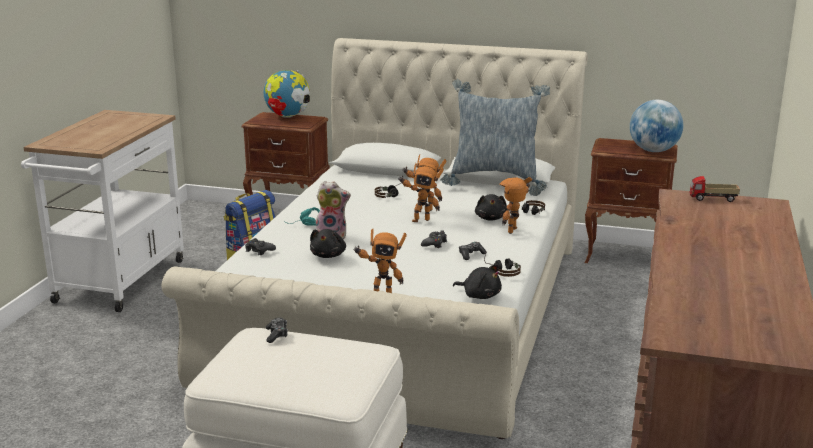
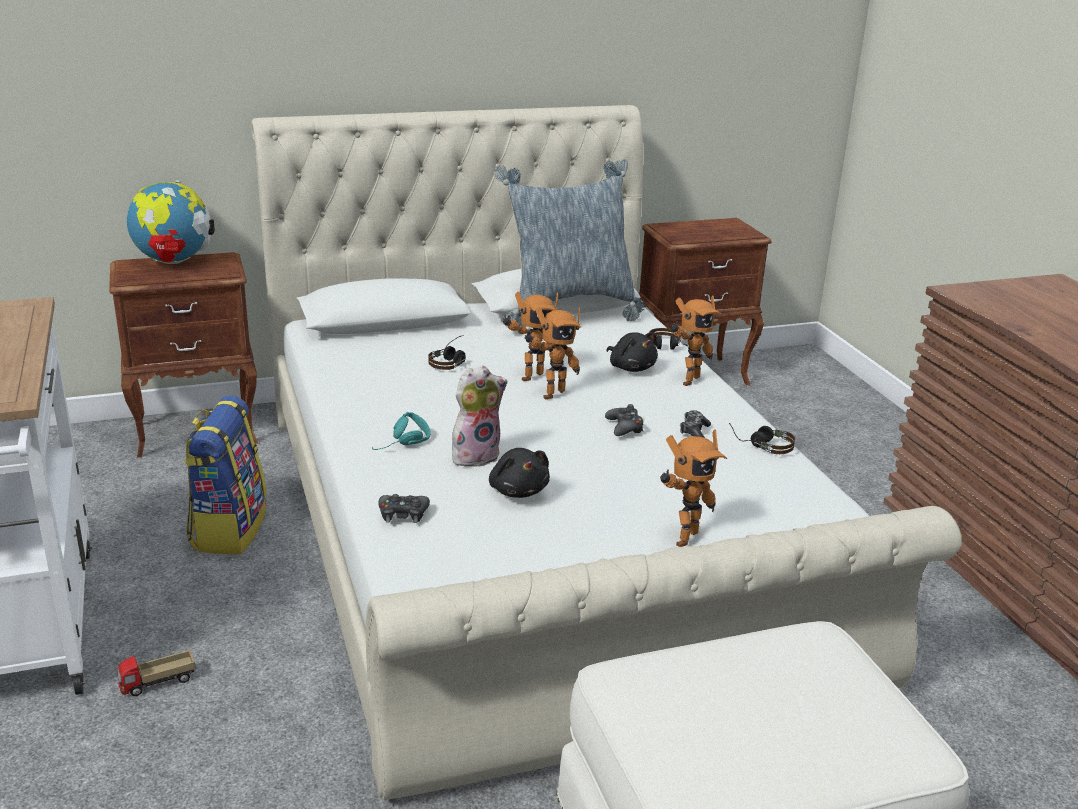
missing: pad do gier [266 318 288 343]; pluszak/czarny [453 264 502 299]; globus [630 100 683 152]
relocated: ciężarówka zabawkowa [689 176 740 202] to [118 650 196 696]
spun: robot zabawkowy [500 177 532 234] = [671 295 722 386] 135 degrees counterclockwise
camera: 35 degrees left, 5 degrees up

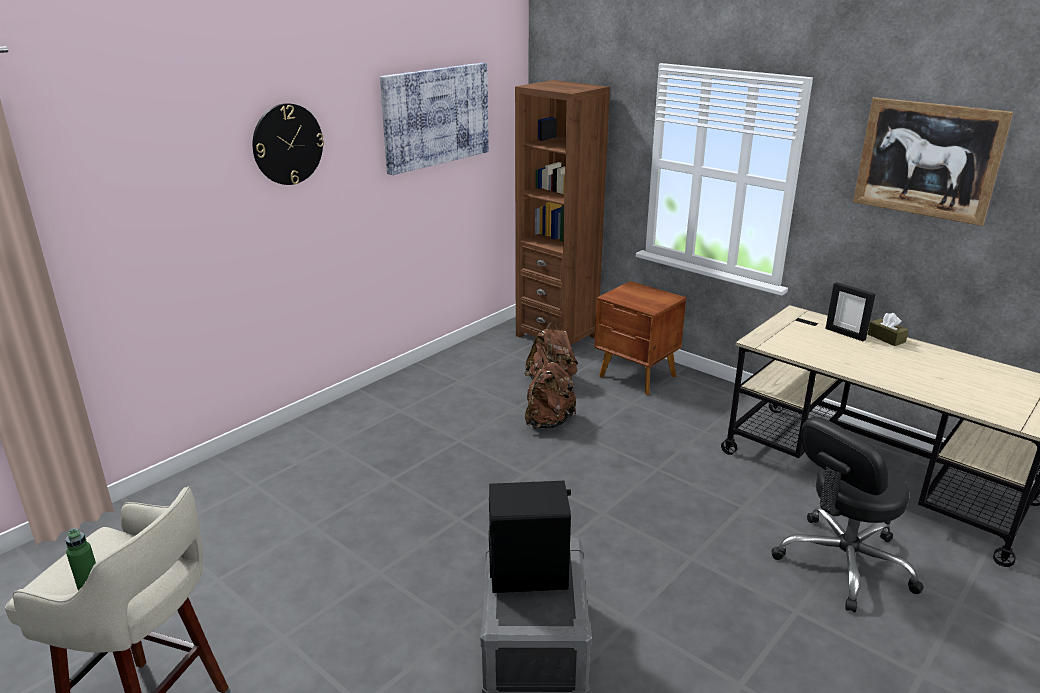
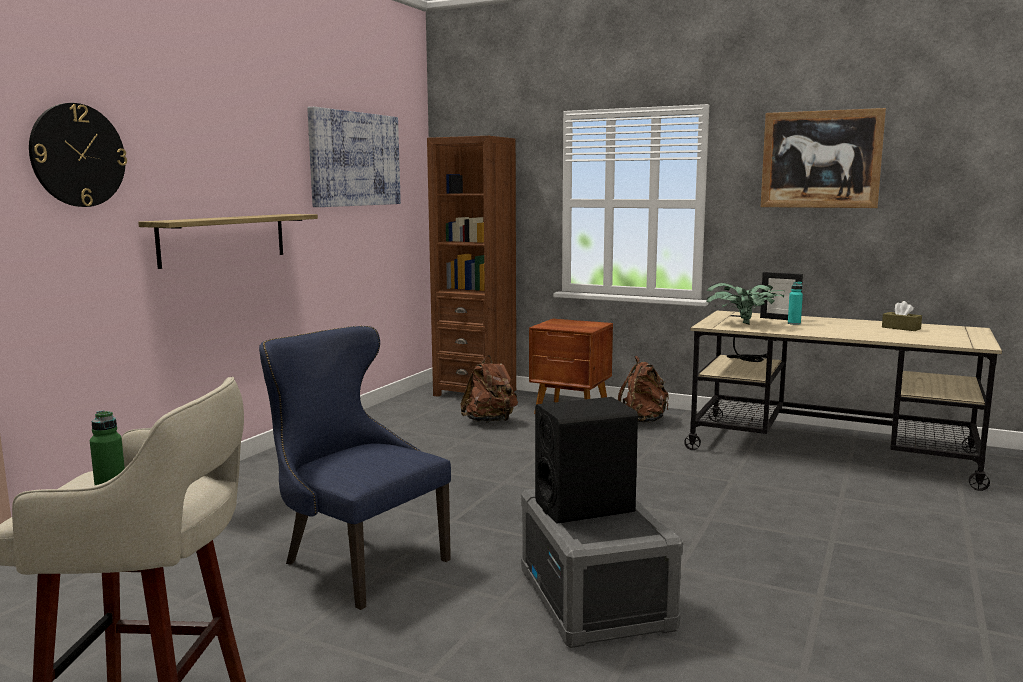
missing: krzesło biurowe/czarny [771 417 923 612]
appeared: półka [138 214 318 269]; krzesło/niebieski [259 326 451 610]; roślina doniczkowa [706 283 786 325]; butelka/turkusowy [788 282 803 325]
relocated: zegar ścienny [253 103 324 185] to [29 103 127 207]; plecak/brązowy [525 358 576 429] to [618 356 669 423]; pudełko chusteczek/brązowy [868 313 909 346] to [882 301 922 331]
camera: 15 degrees left, 15 degrees down

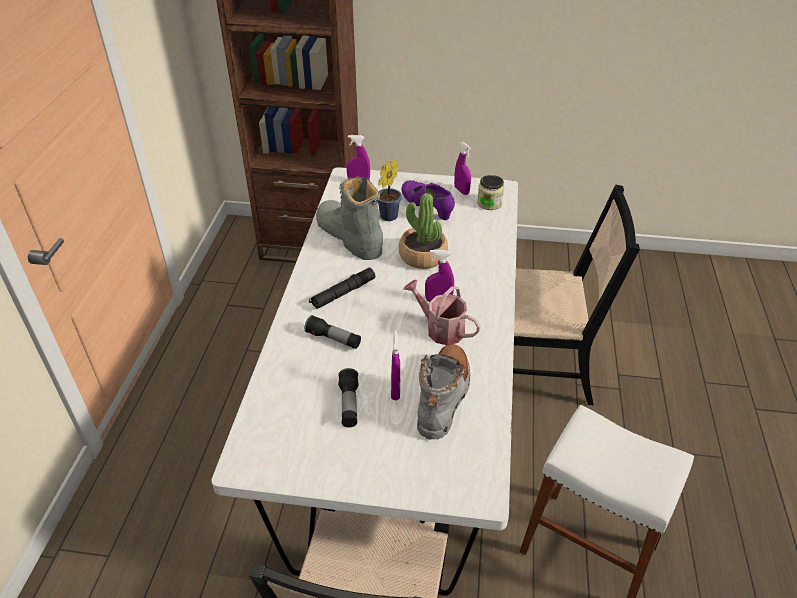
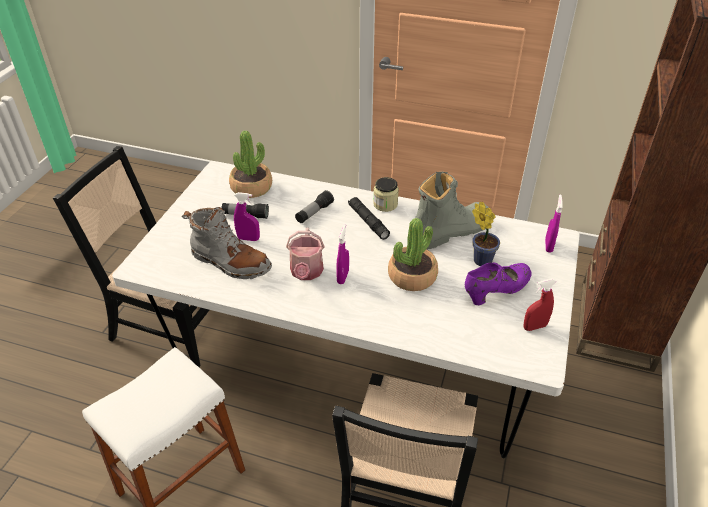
appeared: roślina doniczkowa [229 131 272 198]
relocated: słoik [477 175 504 210] to [373 177 399 212]
colour: spryskiwacz/fioletowy [454 142 471 195] to spryskiwacz/czerwony [523 278 557 331]
spun: konewka [403 280 481 345] = [286 228 324 280] 135 degrees clockwise
camera: 100 degrees right, 0 degrees up

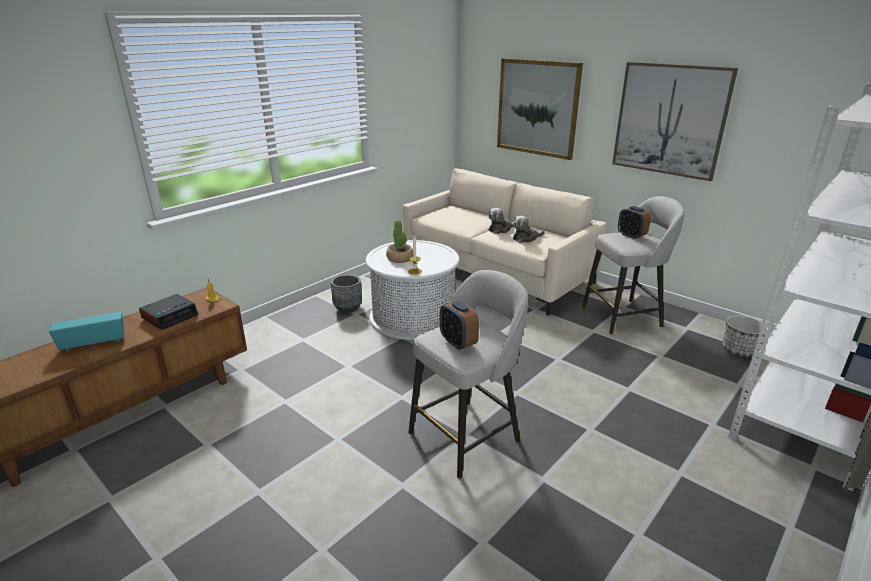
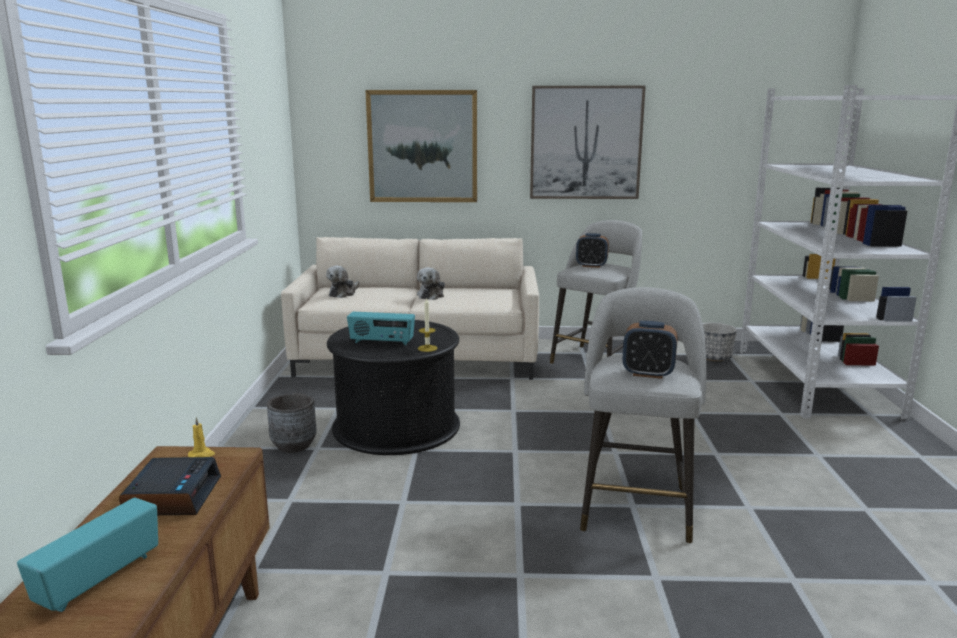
relocated: pluszak [513 216 545 243] to [326 265 359 298]
exchanged: roślina doniczkowa [386 220 413 263] to radio [347 312 415 346]
colour: ława/biały [366 240 459 340] to ława/czarny [327 320 460 455]
camera: 40 degrees left, 10 degrees down

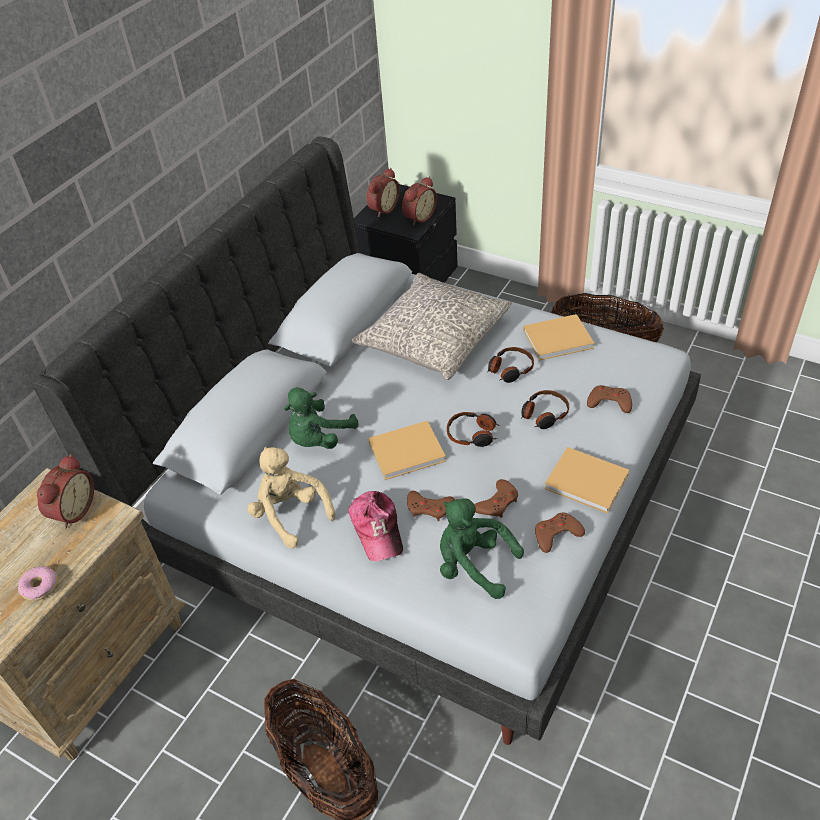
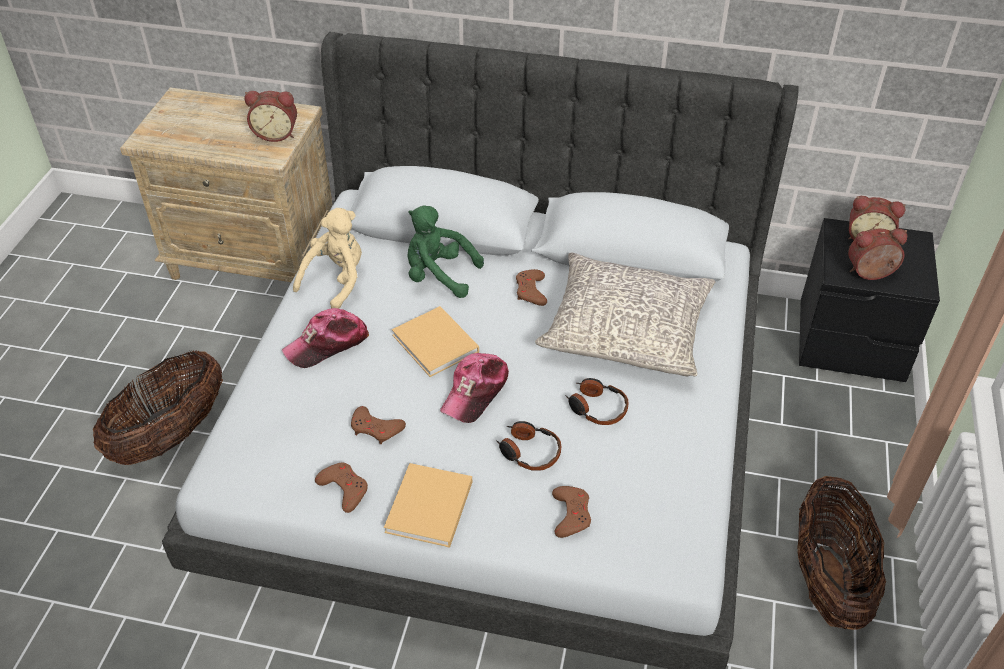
missing: donut [18 566 58 601]; pluszak/zielony [440 498 524 599]; książka/beżowy [523 314 594 361]
relocated: pad do gier/brązowy [407 491 455 521] to [516 269 547 306]
exchanged: słuchawki [447 412 500 447] to czapka z daszkiem [440 353 509 423]
spun: budzik [402 177 437 225] = [848 228 907 280] 150 degrees clockwise
camera: 70 degrees right, 0 degrees up

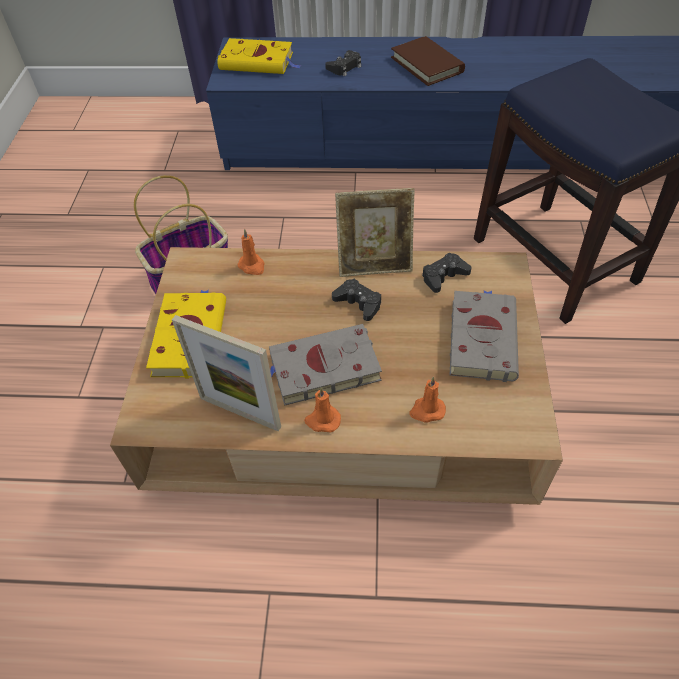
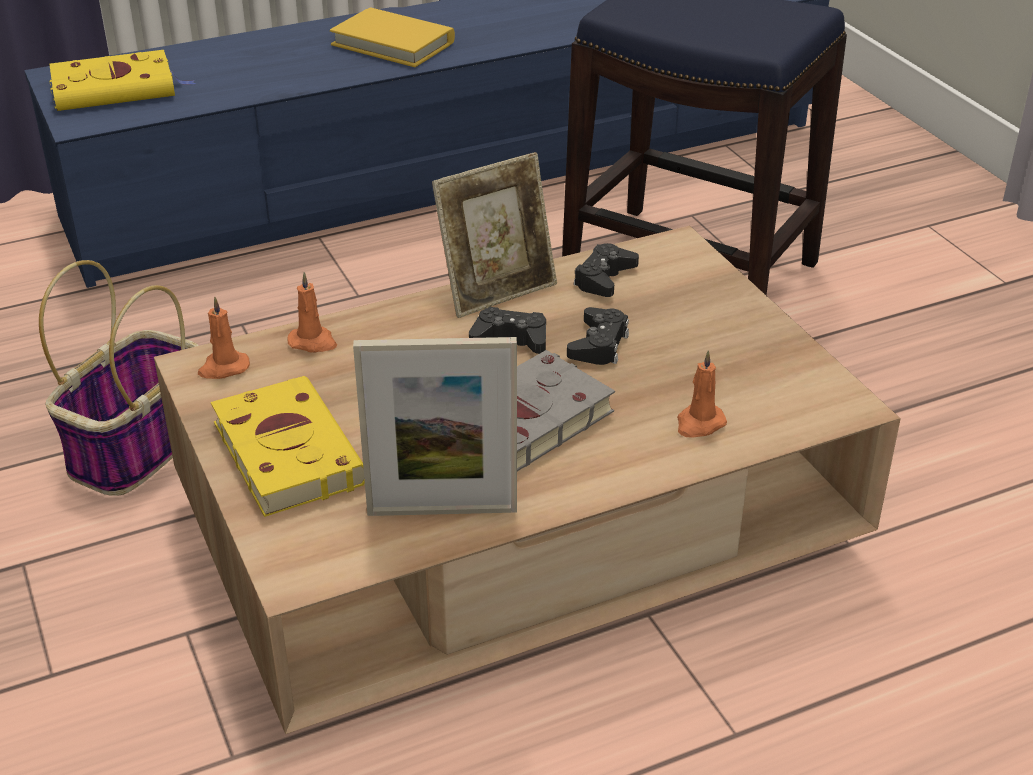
missing: książka/szary [450 290 519 382]
relocated: świeca/pomarańczowy [304 388 341 432] to [198 297 250 379]; pad do gier/czarny [325 50 361 76] to [567 307 629 365]
colour: książka/brązowy [391 36 465 86] to książka/żółty [330 7 455 67]
camera: 30 degrees left, 15 degrees down

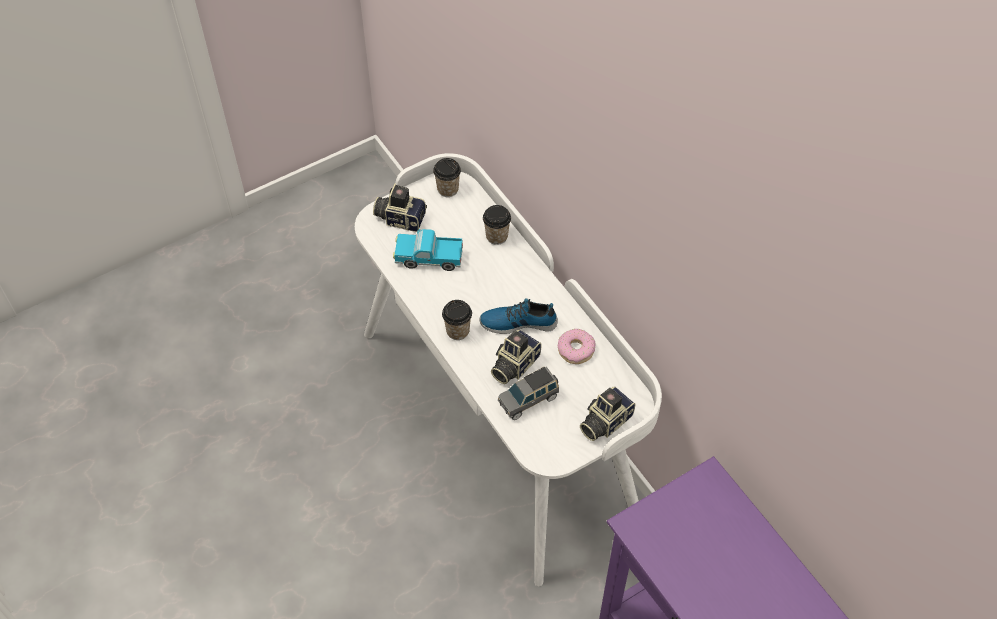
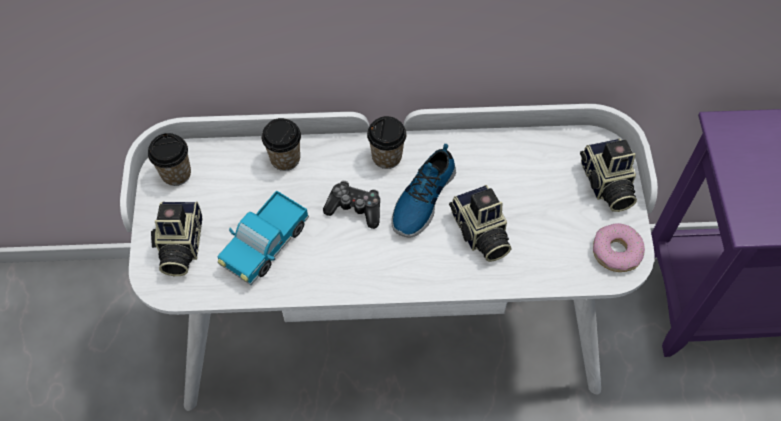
missing: samochodzik/szary [498 367 559 420]
appeared: pad do gier [323 181 380 229]
relocated: filiżanka [442 300 472 340] to [367 116 407 169]; donut [558 329 595 364] to [593 223 645 272]
spun: aparat fotograficzny [373 183 427 232] = [151 201 202 276] 45 degrees counterclockwise
camera: 60 degrees left, 5 degrees up

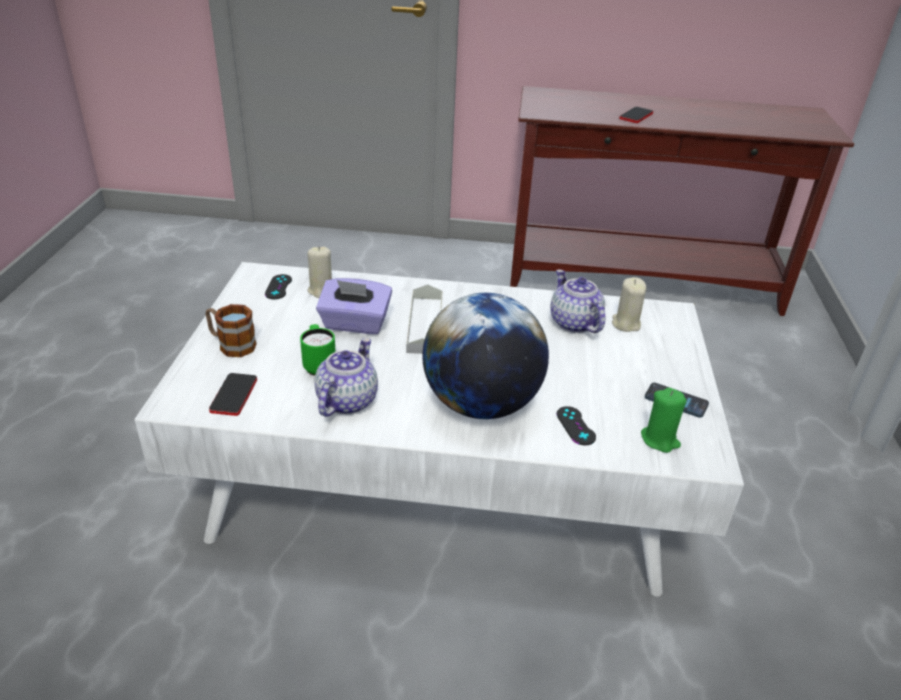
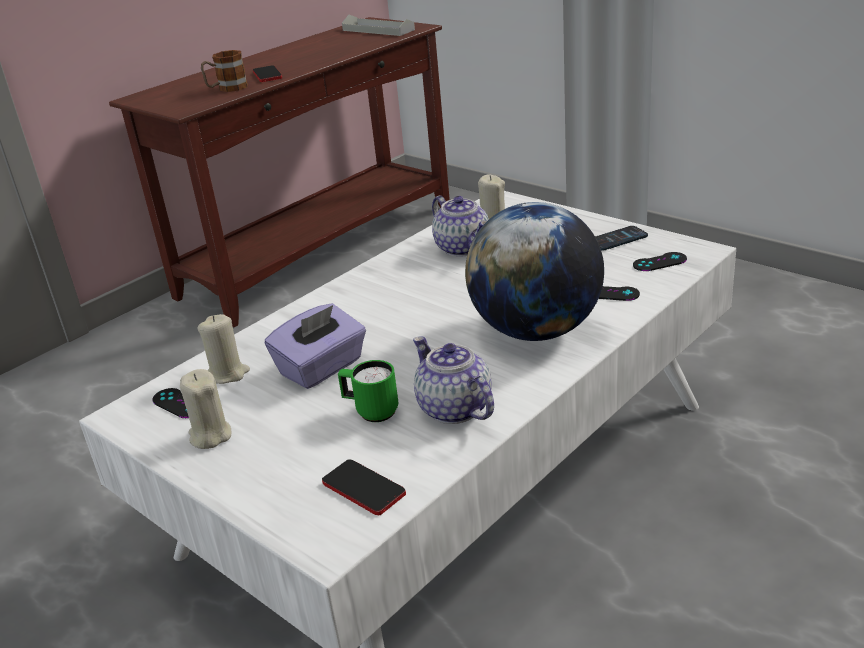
appeared: świeca/beżowy [180 369 231 449]
relocated: kubek [206 304 257 357] to [201 50 248 92]; taca/szary [406 284 442 354] to [342 15 415 36]
exchanged: świeca/zielony [641 388 687 453] to pad do gier/czarny [633 252 687 271]
spun: imbryk [550 269 605 333] = [432 196 489 257] 135 degrees counterclockwise
camera: 50 degrees left, 5 degrees down

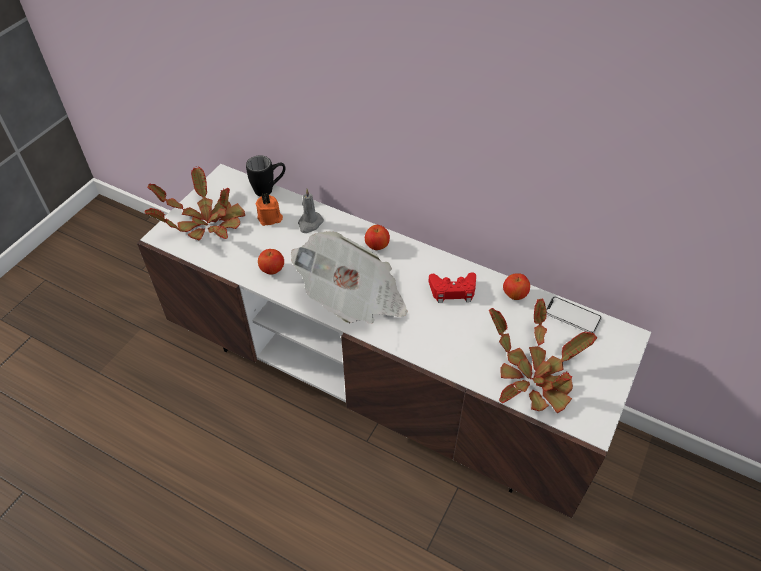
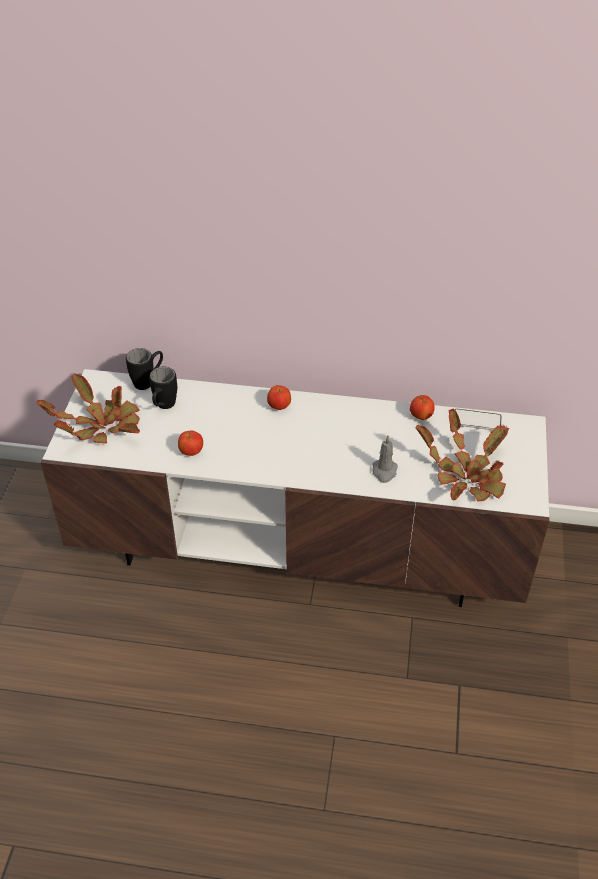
missing: gazeta [291 231 408 324]; pad do gier/czerwony [428 272 476 303]
relocated: świeca/szary [298 189 324 233] to [373 436 398 483]
exchanged: świeca/pomarańczowy [255 193 283 226] to kubek/czarny [149 367 177 409]
camera: 20 degrees left, 5 degrees down

